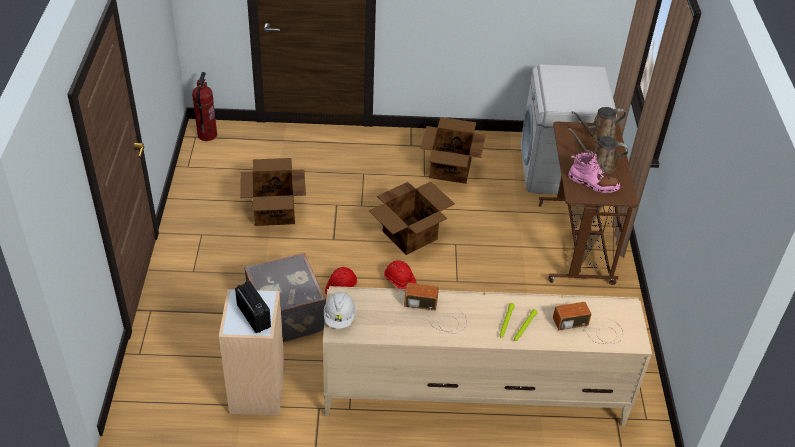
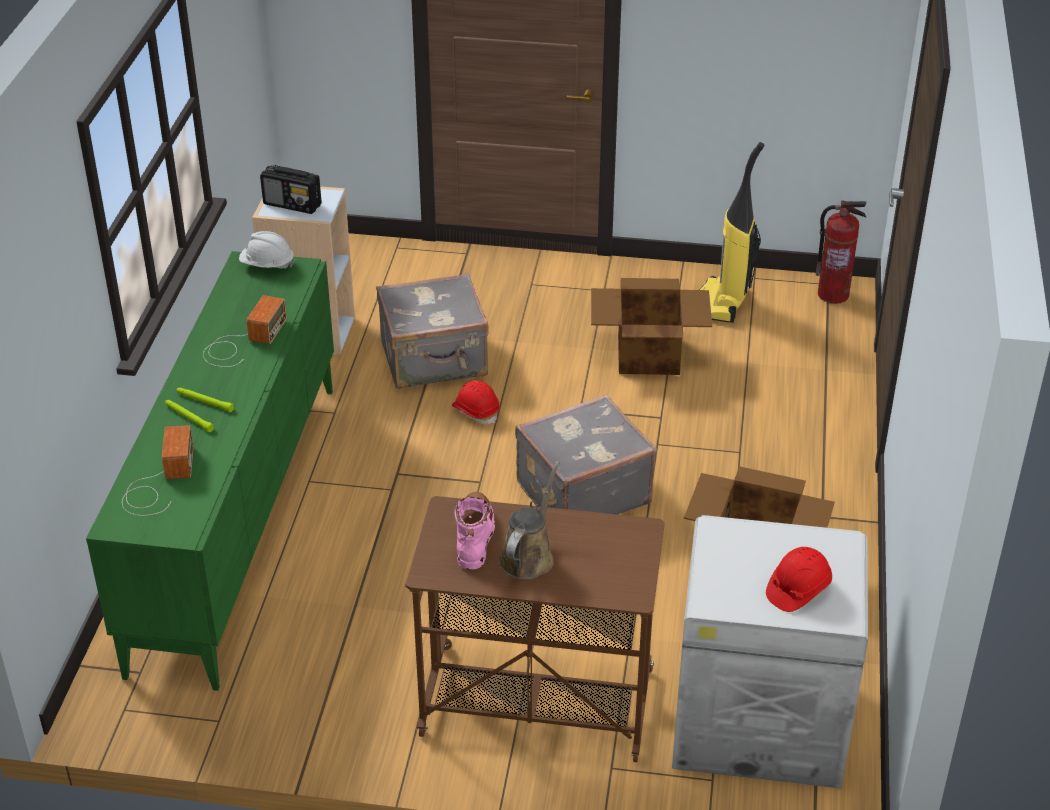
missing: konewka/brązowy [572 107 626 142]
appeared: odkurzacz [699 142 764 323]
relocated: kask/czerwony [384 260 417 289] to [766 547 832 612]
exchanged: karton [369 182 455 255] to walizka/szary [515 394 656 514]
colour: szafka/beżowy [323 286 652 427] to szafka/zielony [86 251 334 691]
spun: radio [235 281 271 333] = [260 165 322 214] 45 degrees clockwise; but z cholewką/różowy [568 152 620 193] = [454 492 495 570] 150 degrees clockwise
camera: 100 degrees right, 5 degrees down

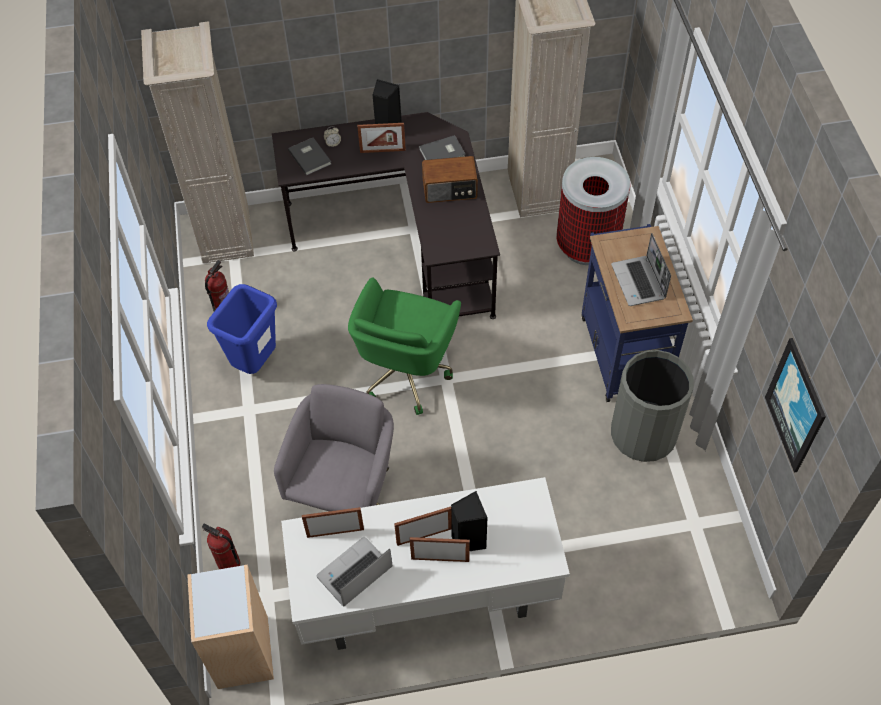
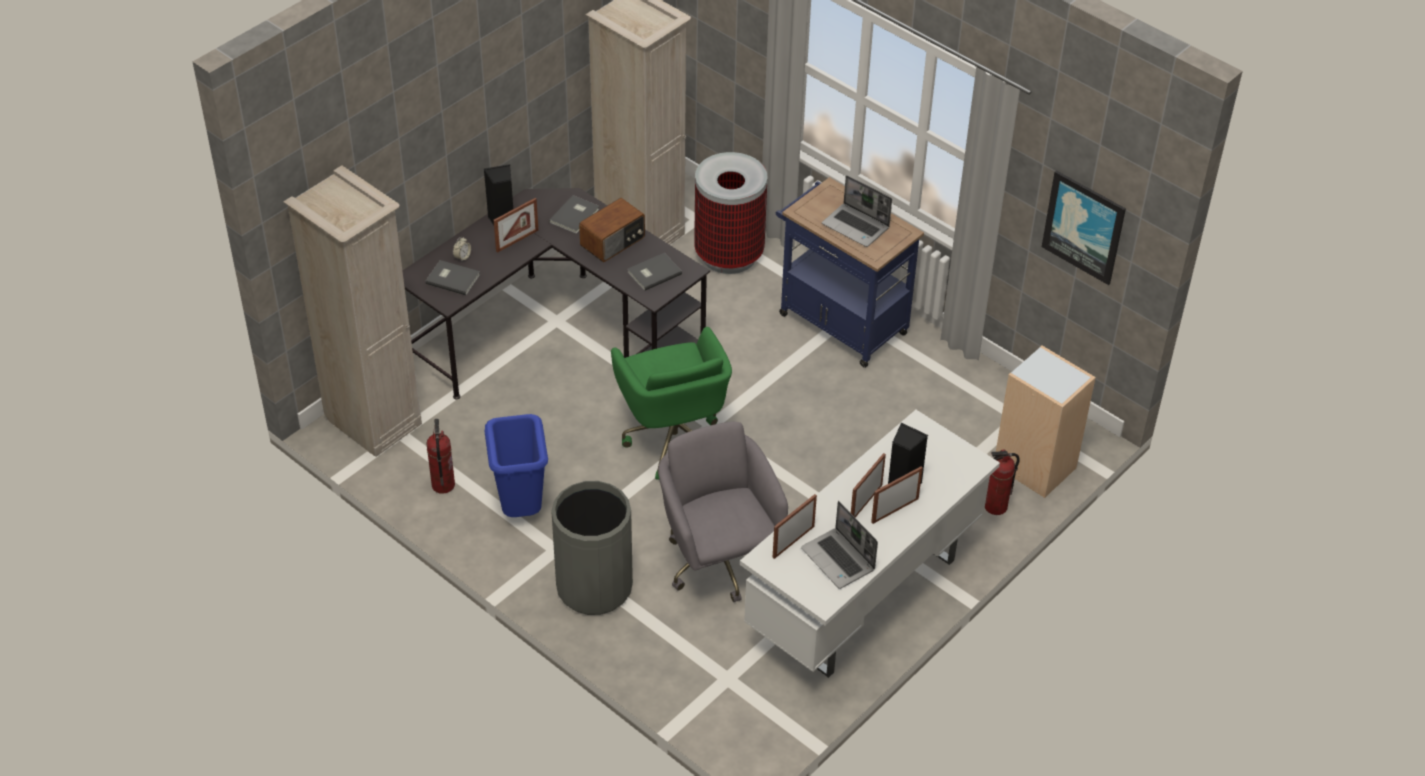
appeared: książka/szary [628 253 682 291]
relocated: regał [187 565 274 689] to [995 346 1096 498]; gaśnica [202 524 240 569] to [985 449 1020 515]; kosz na śmieci/szary [611 350 694 462] to [551 481 633 615]
spun: laptop [316 537 393 606] = [801 501 878 589] 45 degrees counterclockwise
camera: 40 degrees left, 10 degrees down

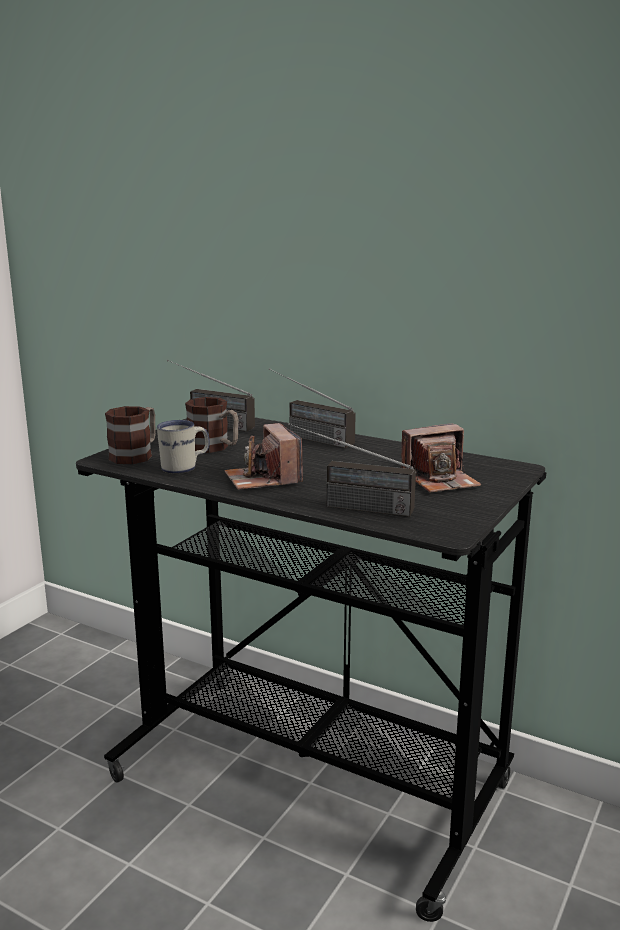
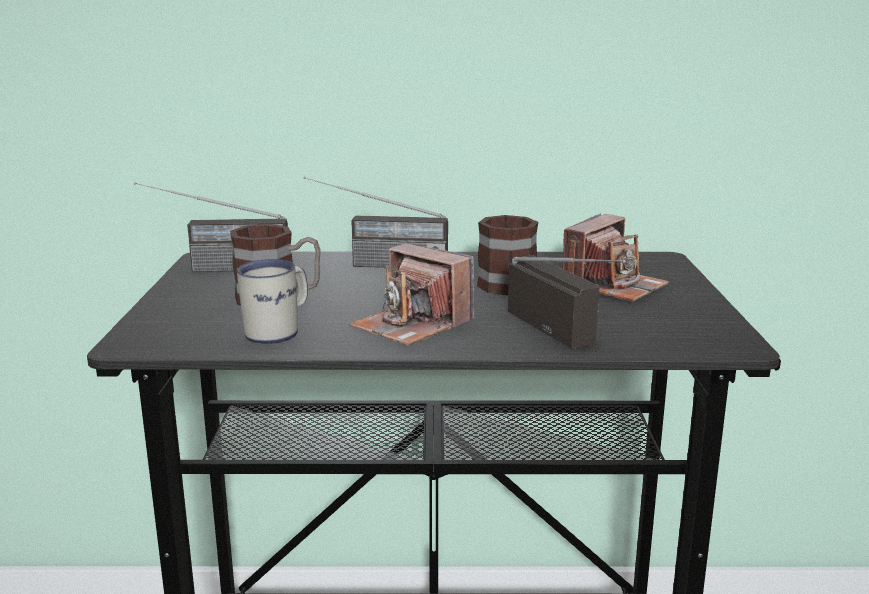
relocated: kubek [105 406 156 464] to [477 215 538 295]
spun: radio [288 423 416 517] = [508 255 626 349] 105 degrees counterclockwise
camera: 30 degrees left, 0 degrees up

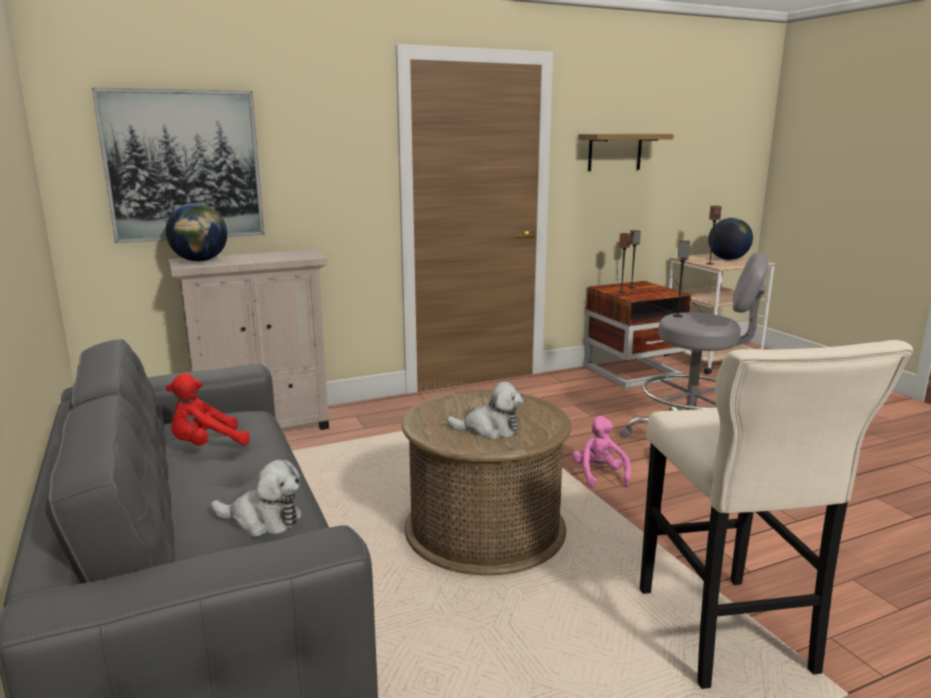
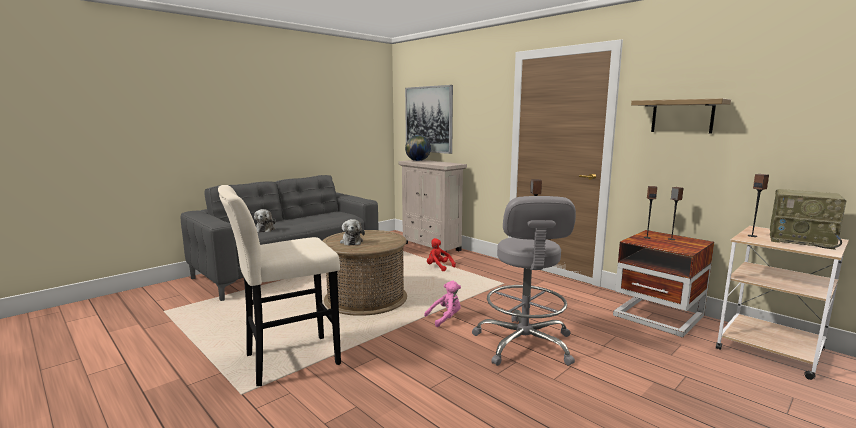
relocated: pluszak/czerwony [166 374 250 446] to [427 238 456 272]
exchanged: globus [708 218 753 260] to radio [770 189 846 250]
camera: 70 degrees right, 5 degrees down

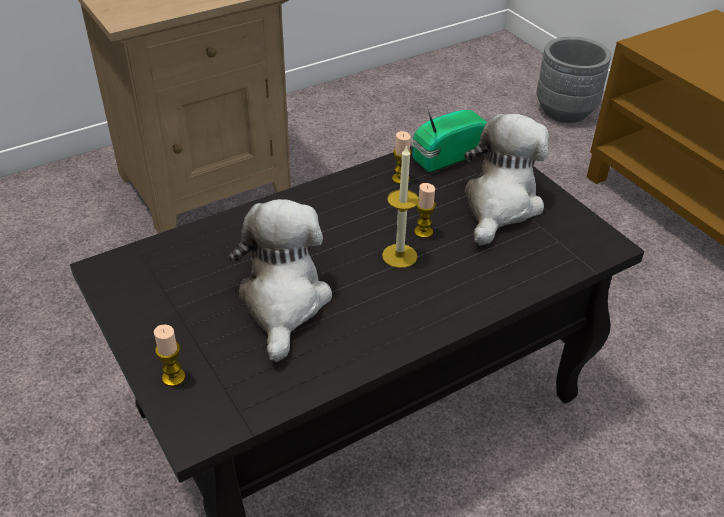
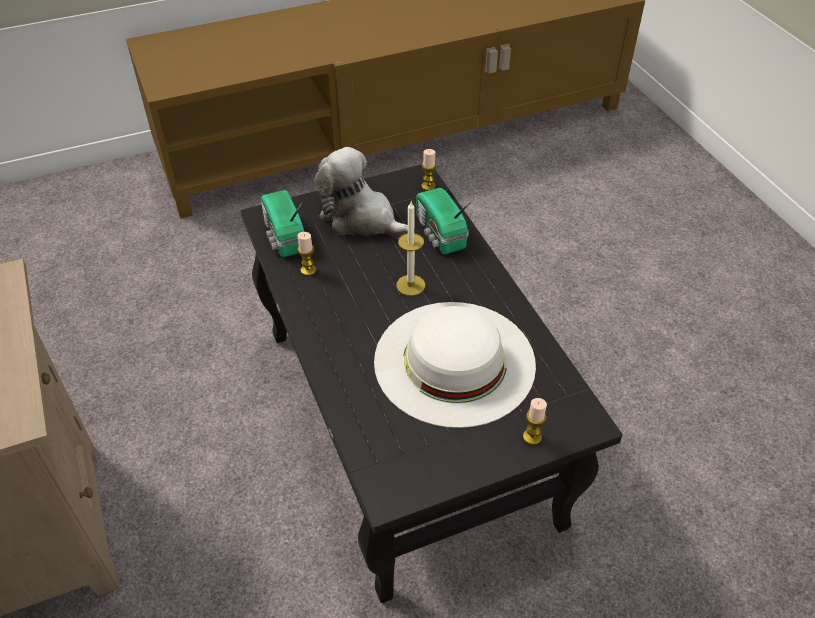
missing: donica/szary [537 37 611 123]
appeared: radio [416 188 474 254]
relocated: świeca [414 183 436 238] to [422 149 437 191]
exchanged: pluszak [229 199 332 362] to kapelusz/biały [374 302 536 428]
camera: 80 degrees left, 5 degrees up

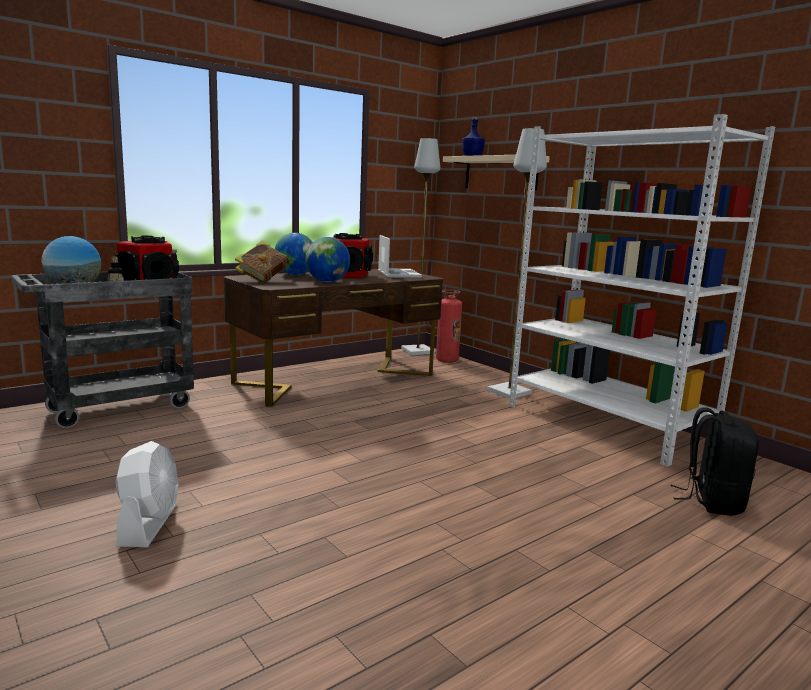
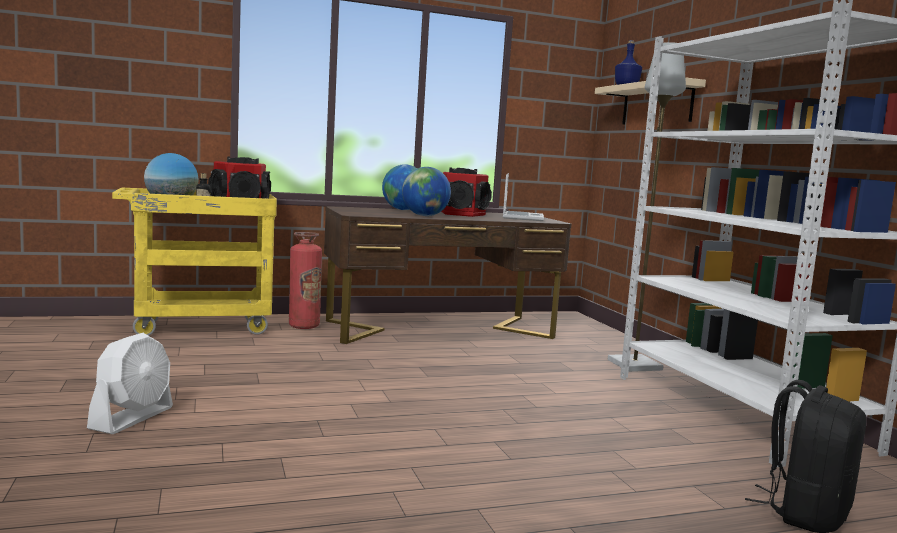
missing: książka [235 241 289 283]; lampa stojąca/szary [401 138 440 355]
relocated: gaśnica [436 290 462 363] to [289 232 322 329]
colour: wózek/czarny [11 271 194 429] to wózek/żółty [112 188 277 336]
camera: 20 degrees right, 5 degrees down

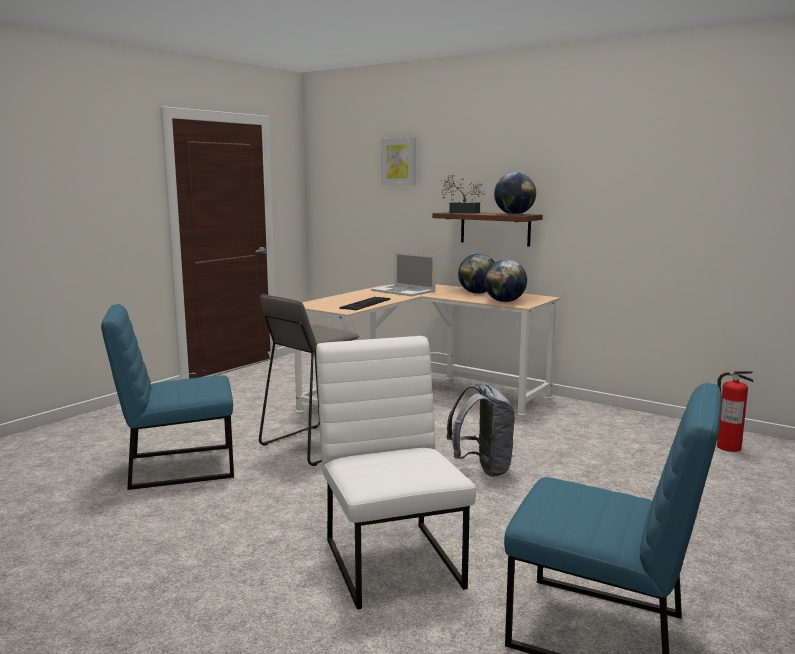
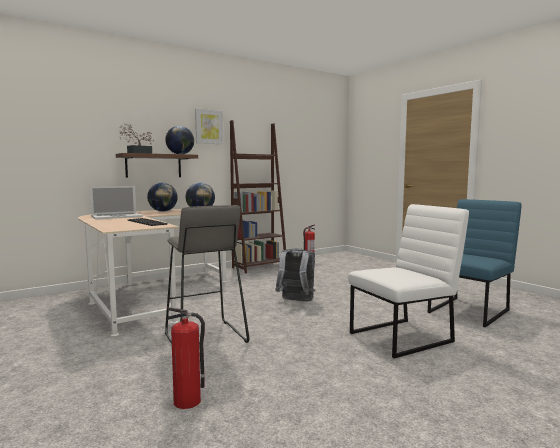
appeared: regał/brązowy [230 120 286 274]
relocated: obraz [381 137 416 186] to [195 109 223 144]
exchanged: krzesło/niebieski [101 304 234 490] to gaśnica [166 307 205 409]
spun: krzesło/biały [316 336 476 610] = [348 204 469 359] 150 degrees clockwise
camera: 70 degrees left, 5 degrees down

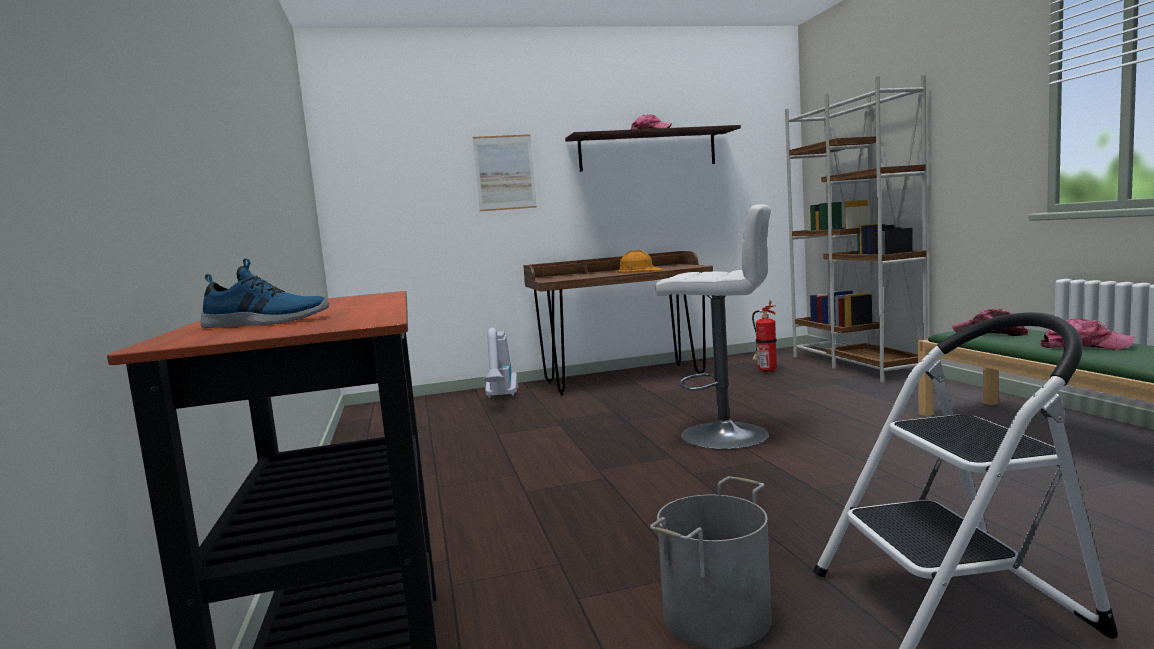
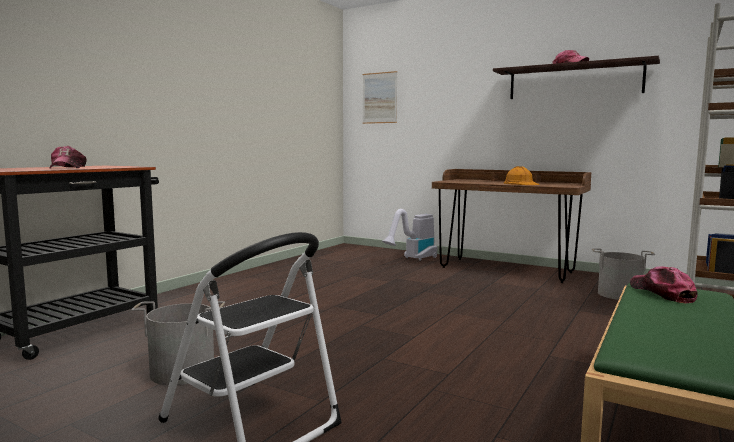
missing: but [201 258 329 328]; stołek/biały [655 204 771 449]
relocated: obraz [473 134 537 211] to [362 71 398 124]; czapka z daszkiem [1040 318 1135 350] to [50 146 87 168]
exchanged: gaśnica [752 300 777 373] to wiadro/szary [592 248 655 300]
camera: 45 degrees right, 0 degrees up

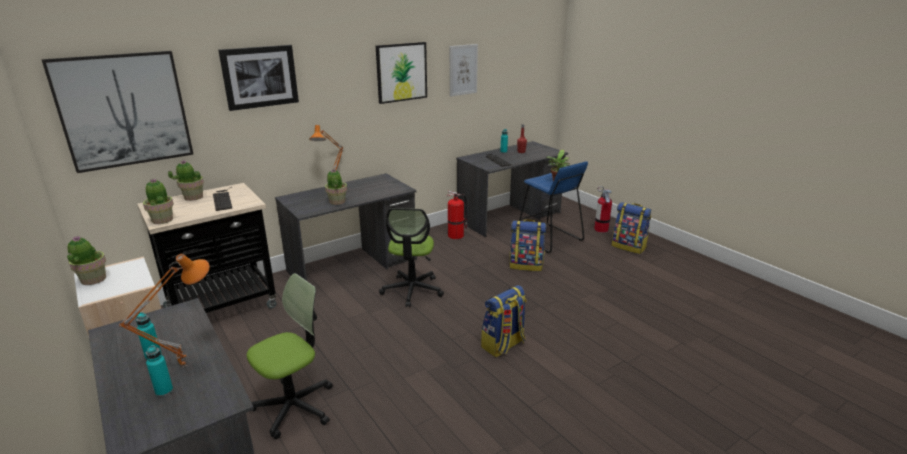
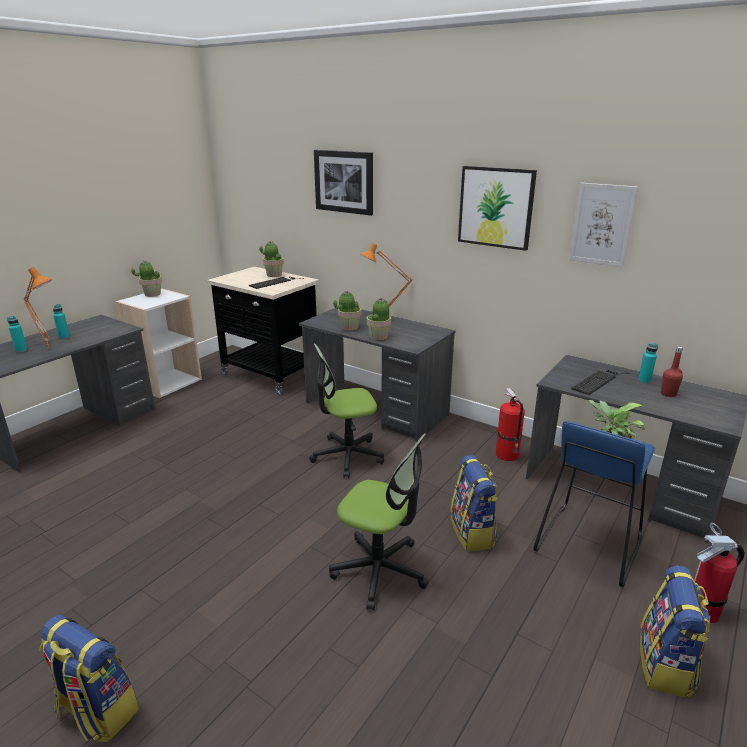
missing: obraz [42 51 194 173]
relocated: roślina doniczkowa [143 179 174 224] to [366 297 391 340]; krzesło biurowe [247 273 333 439] to [329 433 429 610]; plecak [481 285 527 357] to [40 615 139 742]
camera: 70 degrees right, 0 degrees up

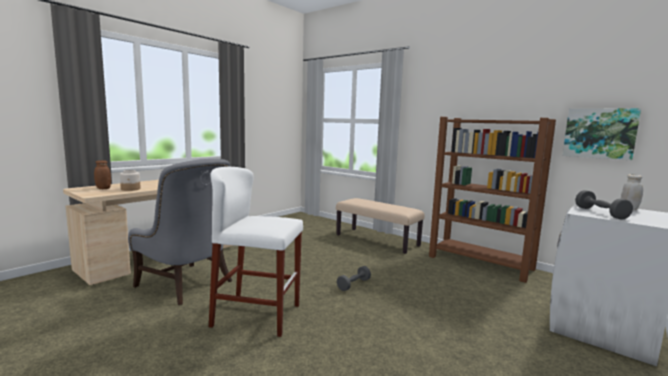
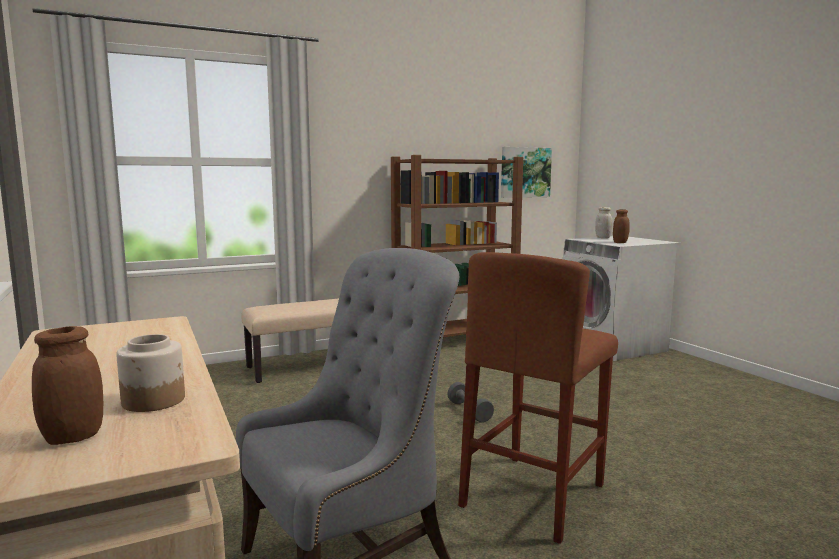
exchanged: hantel/szary [575 190 633 220] to słoik/brązowy [613 209 630 243]
colour: stołek/biały [209 167 303 337] to stołek/brązowy [458 252 618 544]
camera: 65 degrees left, 0 degrees up

